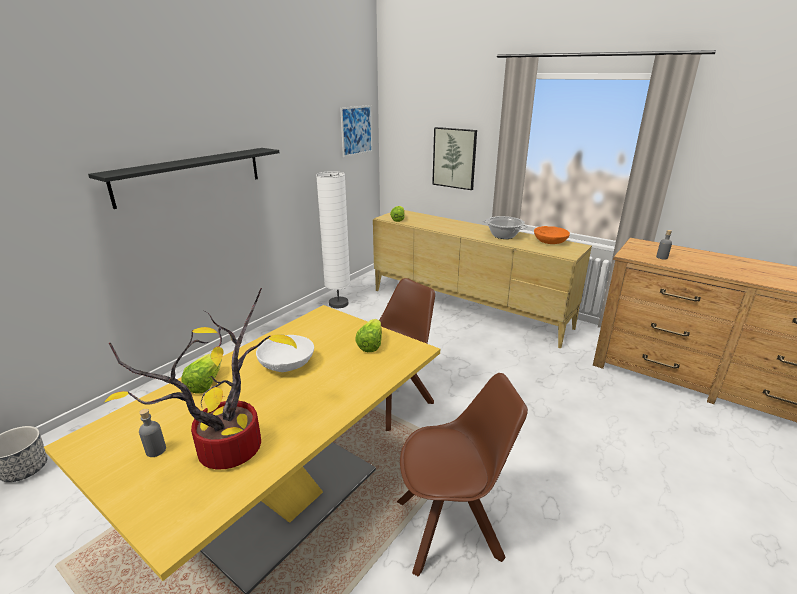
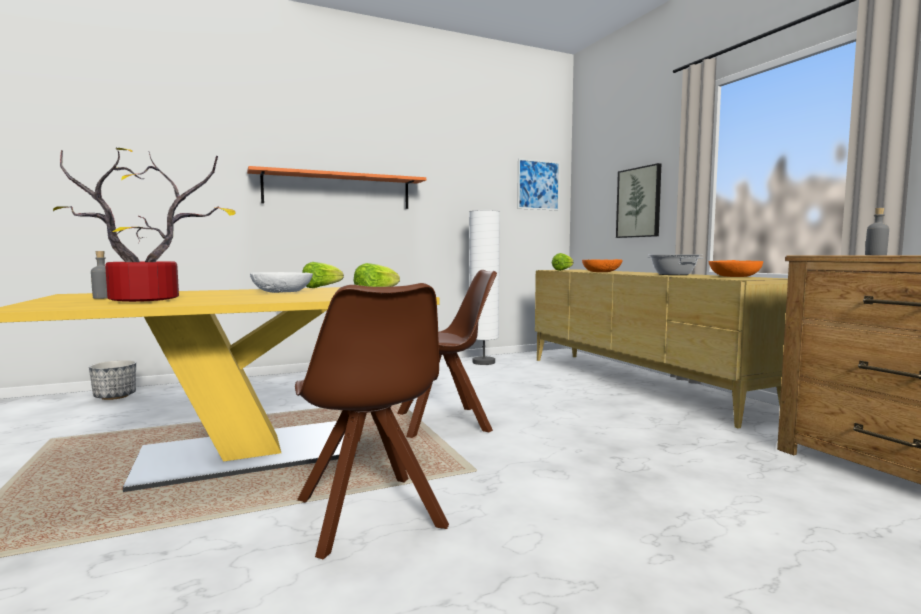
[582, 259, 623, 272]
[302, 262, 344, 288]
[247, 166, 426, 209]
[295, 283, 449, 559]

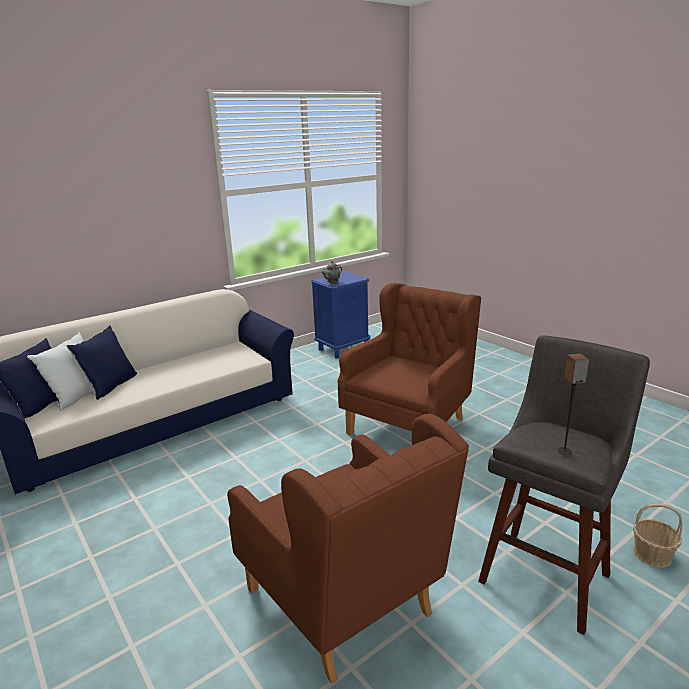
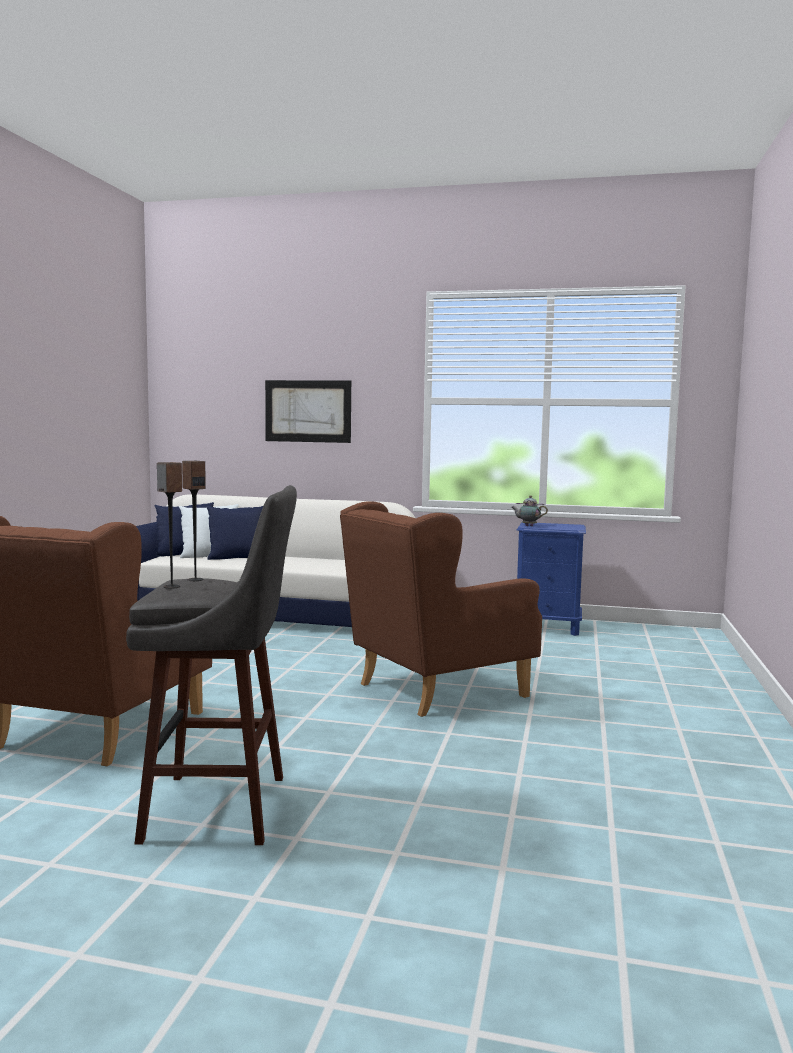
[633, 503, 683, 568] (first image)
[182, 461, 206, 581]
[265, 380, 351, 443]
[340, 501, 542, 717]

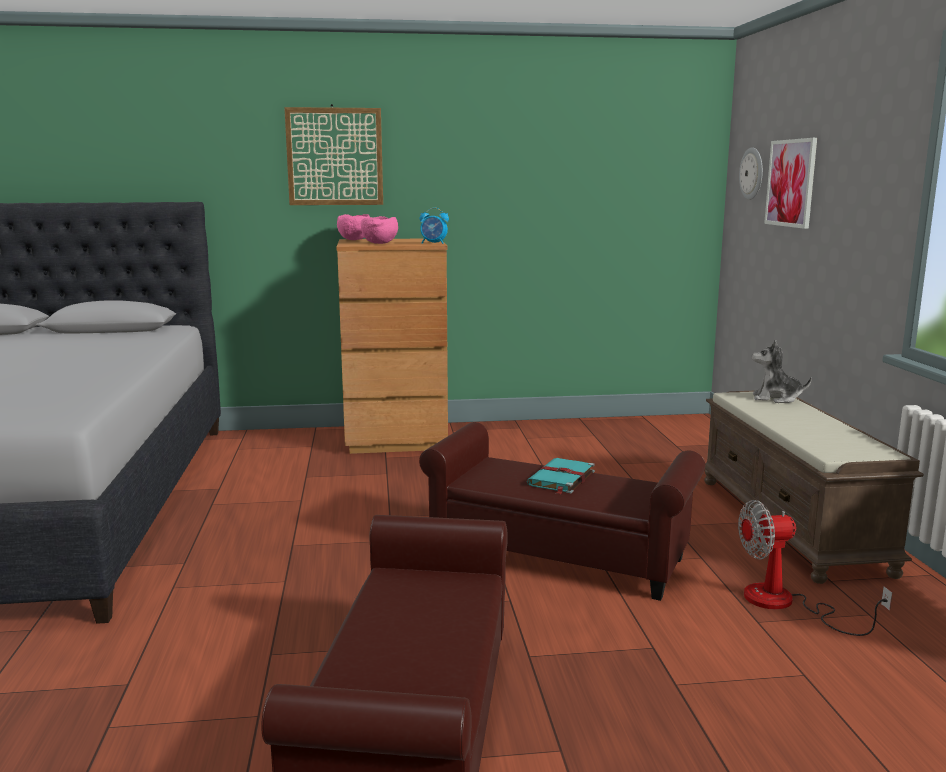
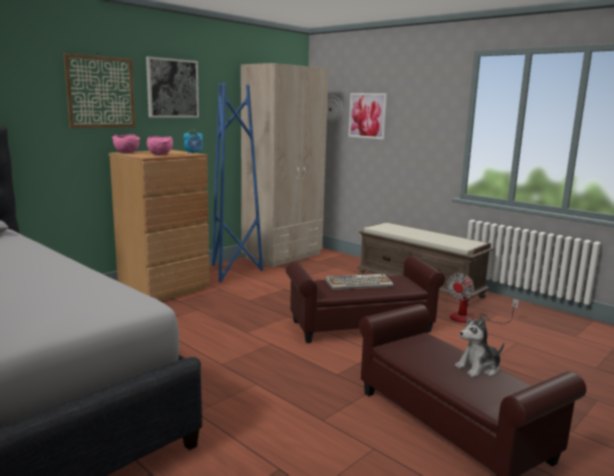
[146, 56, 199, 117]
[212, 83, 263, 282]
[241, 63, 329, 267]
[455, 316, 504, 377]
[325, 274, 394, 290]

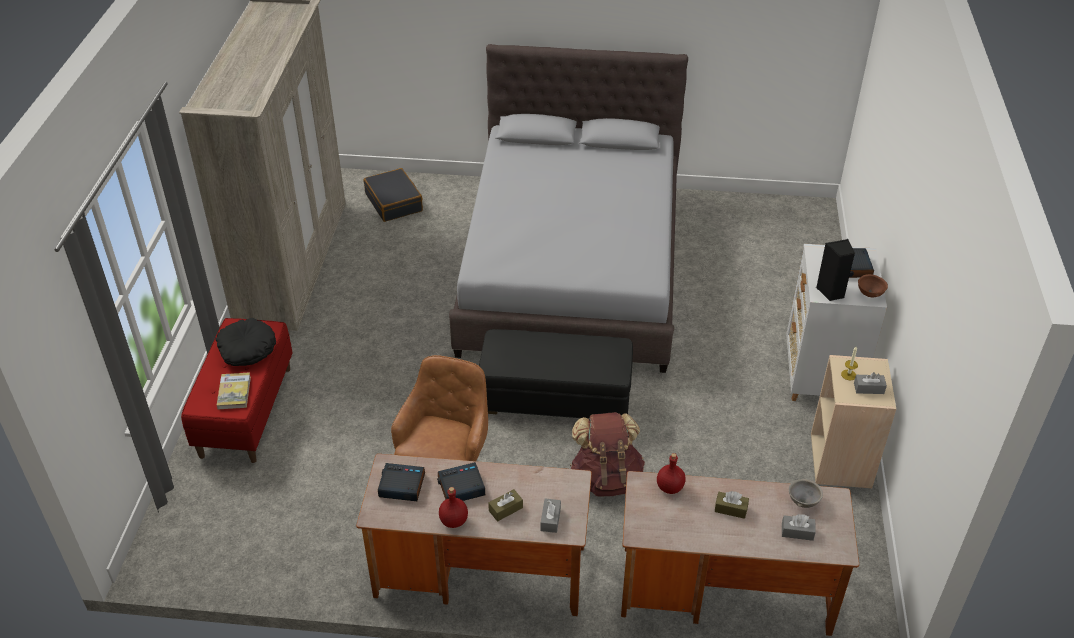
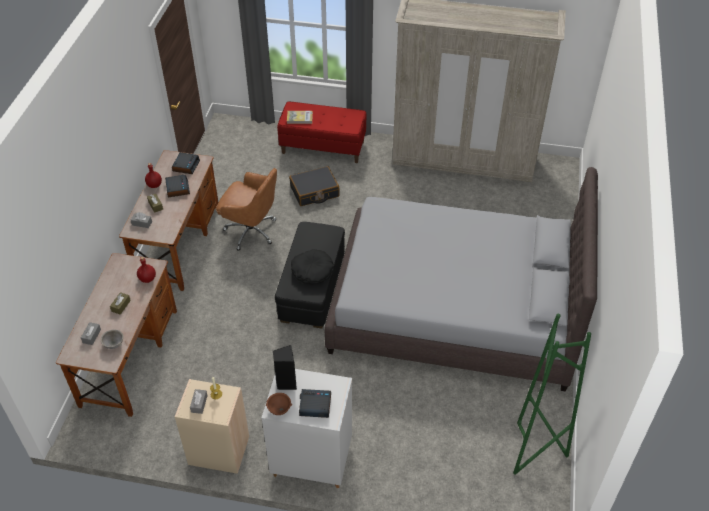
[570, 412, 645, 496] (first image)
[513, 314, 591, 475]
[291, 249, 334, 284]
[289, 166, 340, 206]

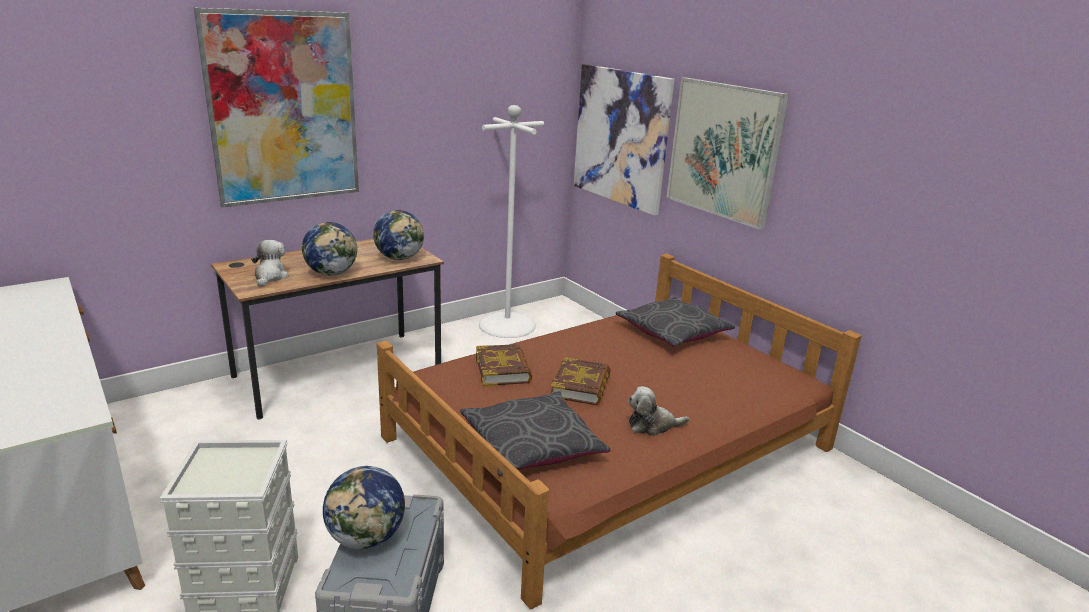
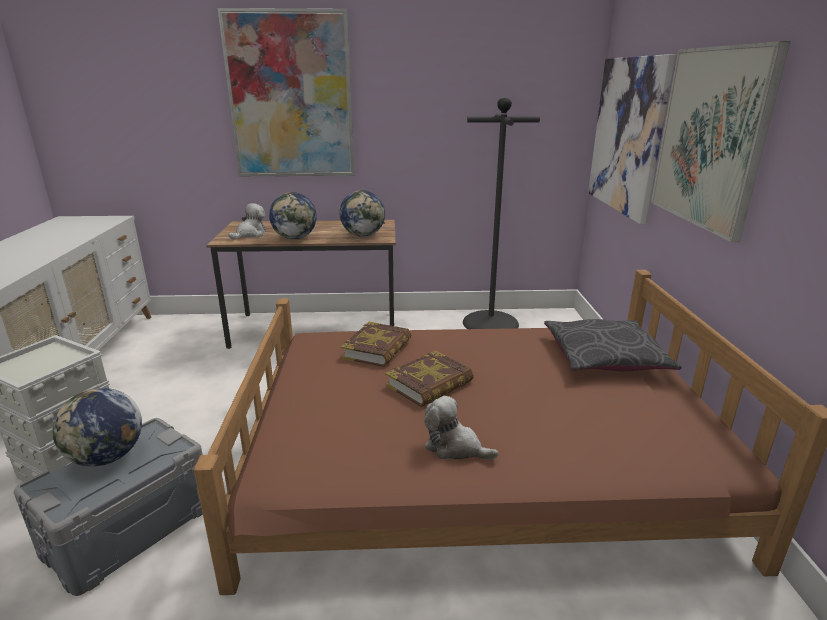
[460, 391, 611, 476] (first image)
[463, 98, 540, 329]

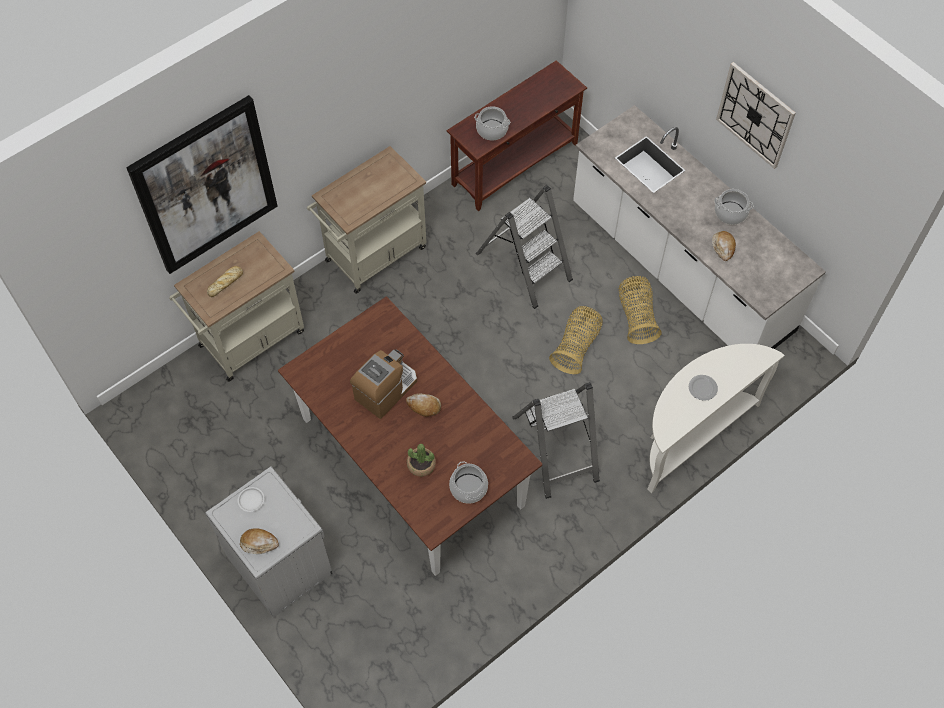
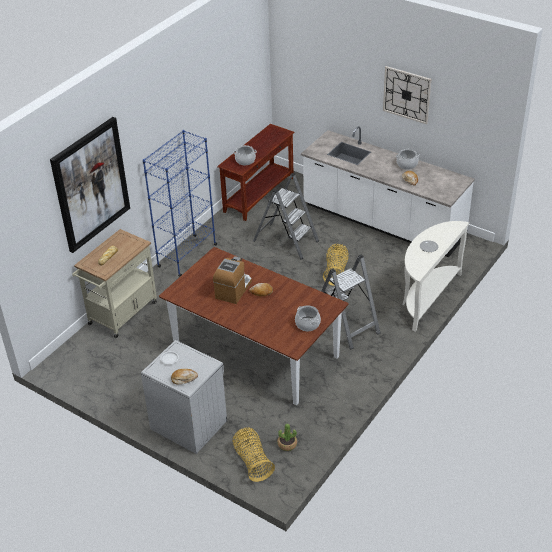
[277, 424, 297, 451]
[233, 427, 275, 482]
[143, 130, 217, 276]

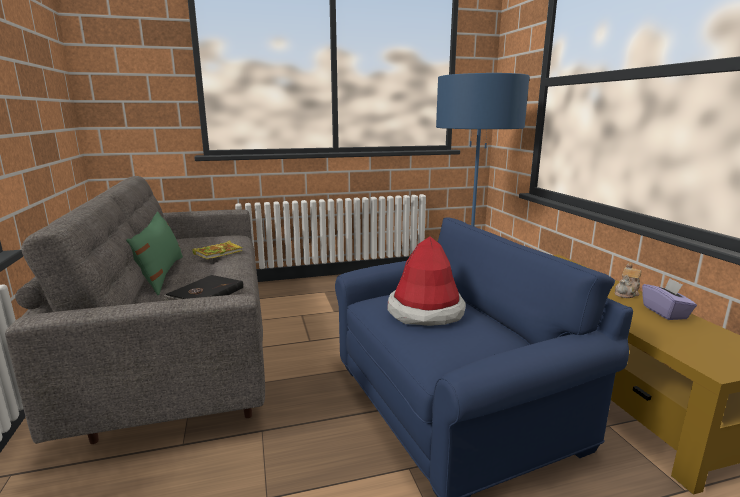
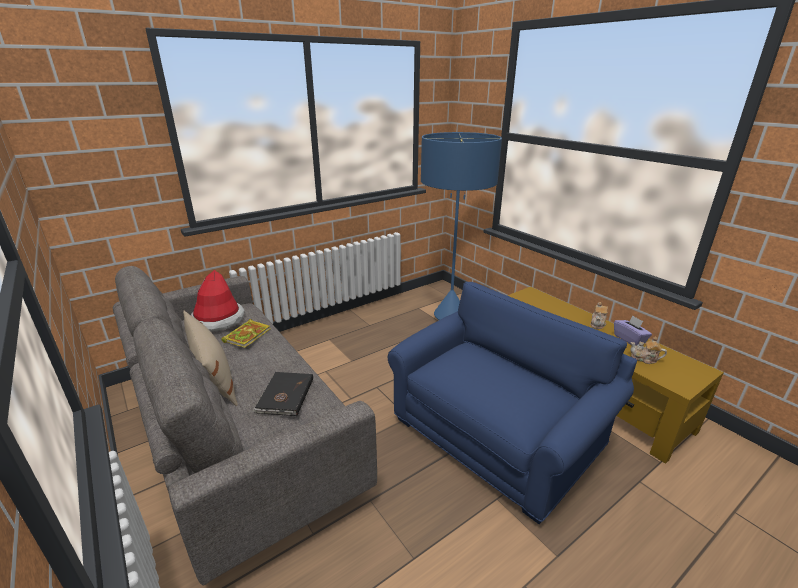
[630, 336, 667, 364]
[191, 270, 245, 331]
[183, 311, 238, 406]

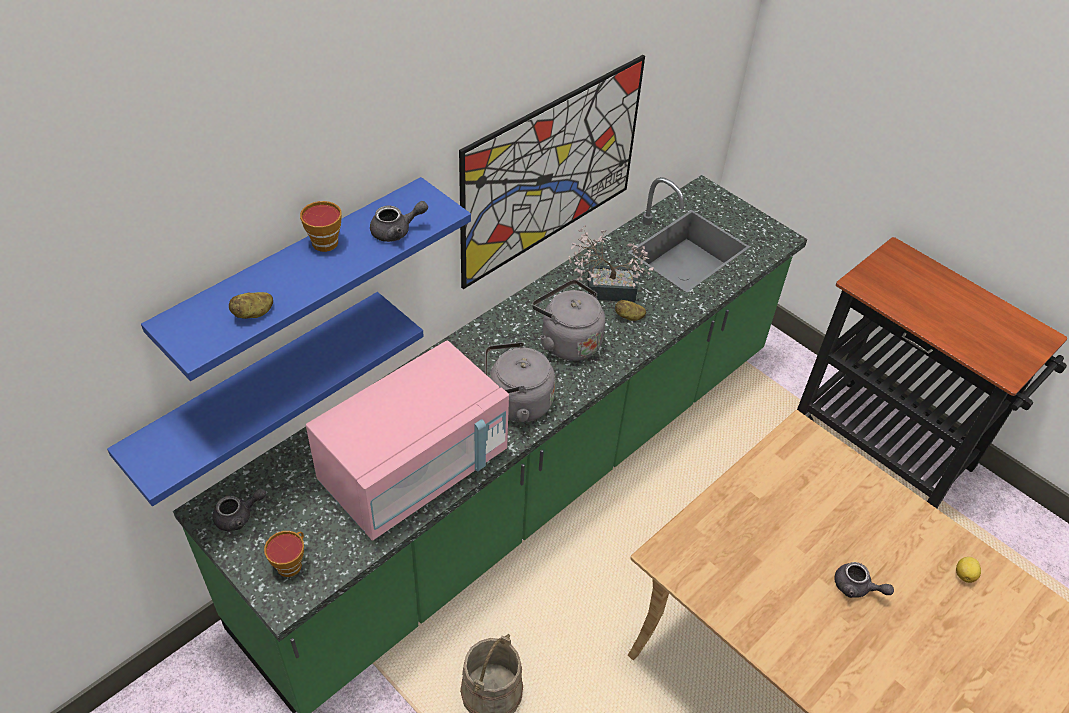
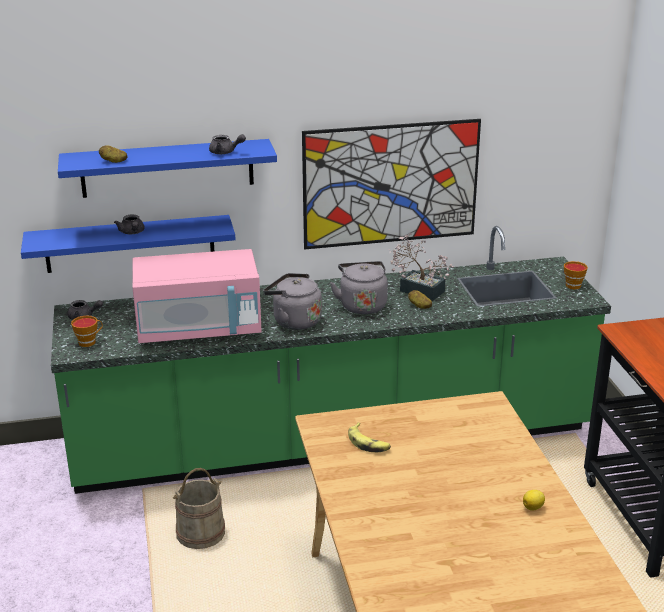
[348, 422, 391, 452]
[564, 261, 588, 289]
[114, 215, 145, 234]

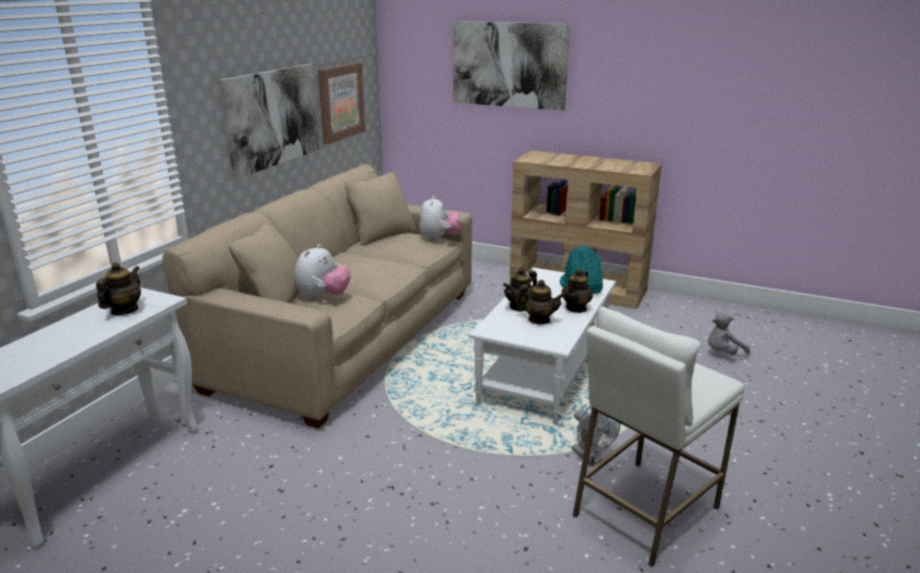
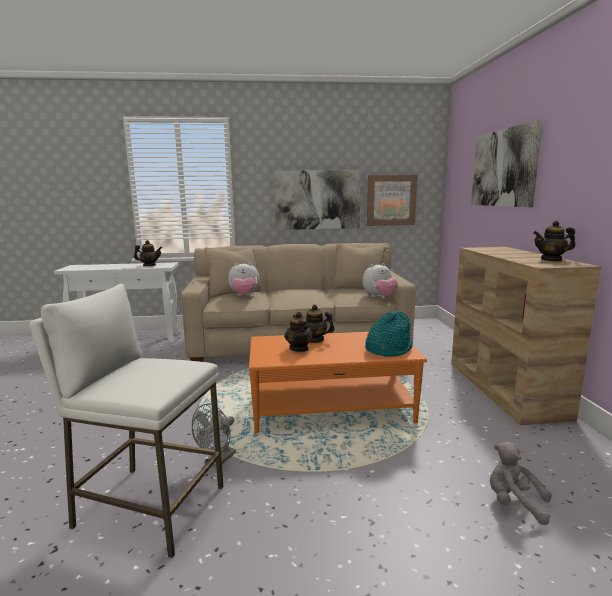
[533, 220, 575, 261]
[249, 332, 427, 433]

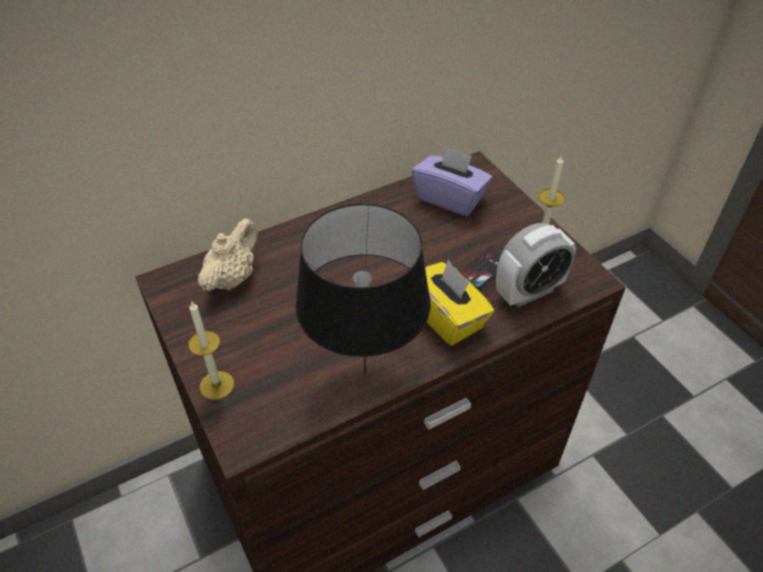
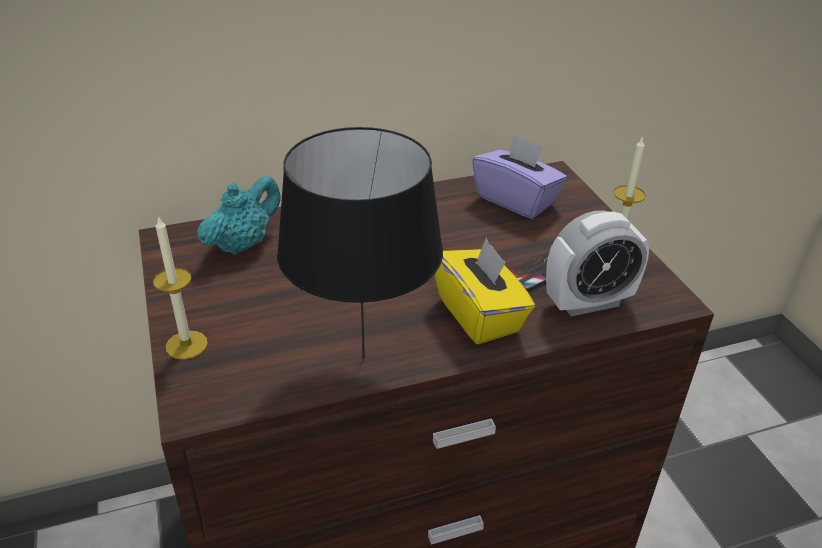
[197, 176, 281, 255]

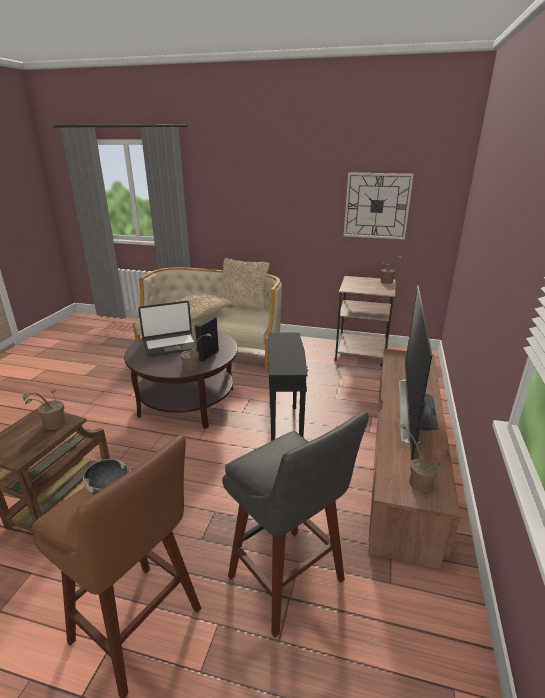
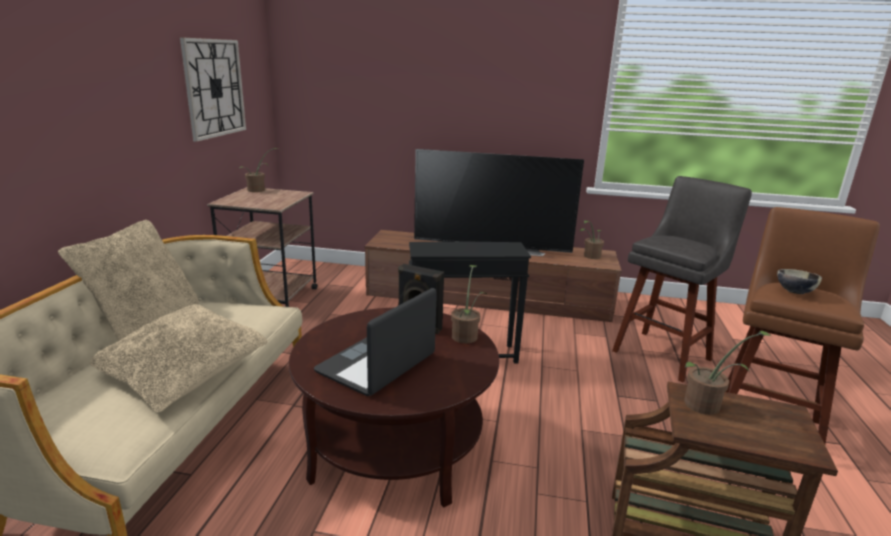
[314, 288, 437, 396]

